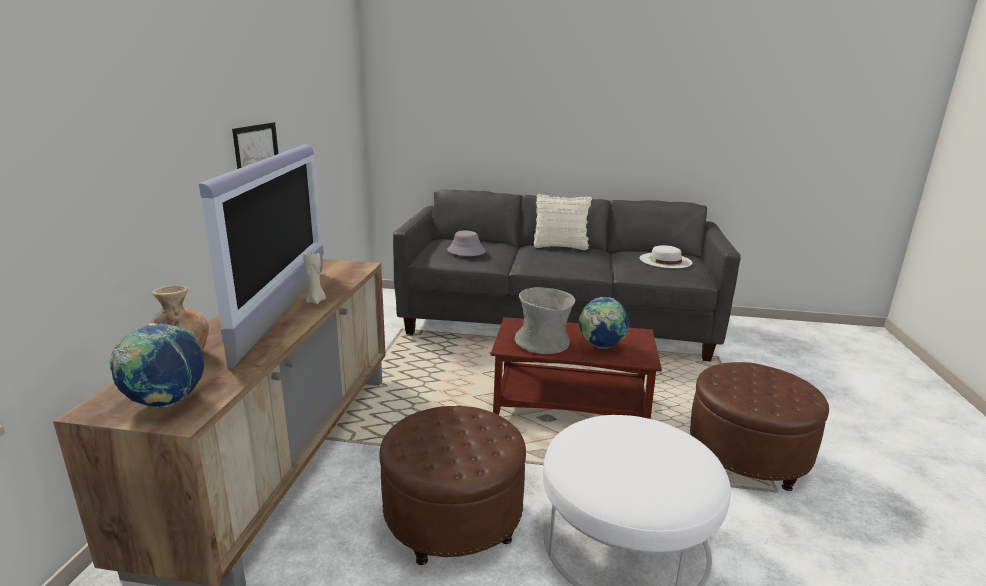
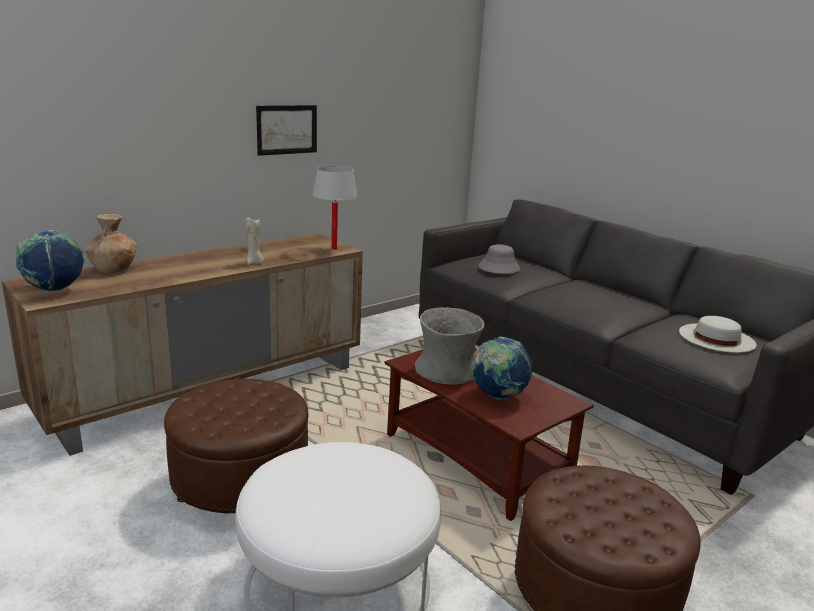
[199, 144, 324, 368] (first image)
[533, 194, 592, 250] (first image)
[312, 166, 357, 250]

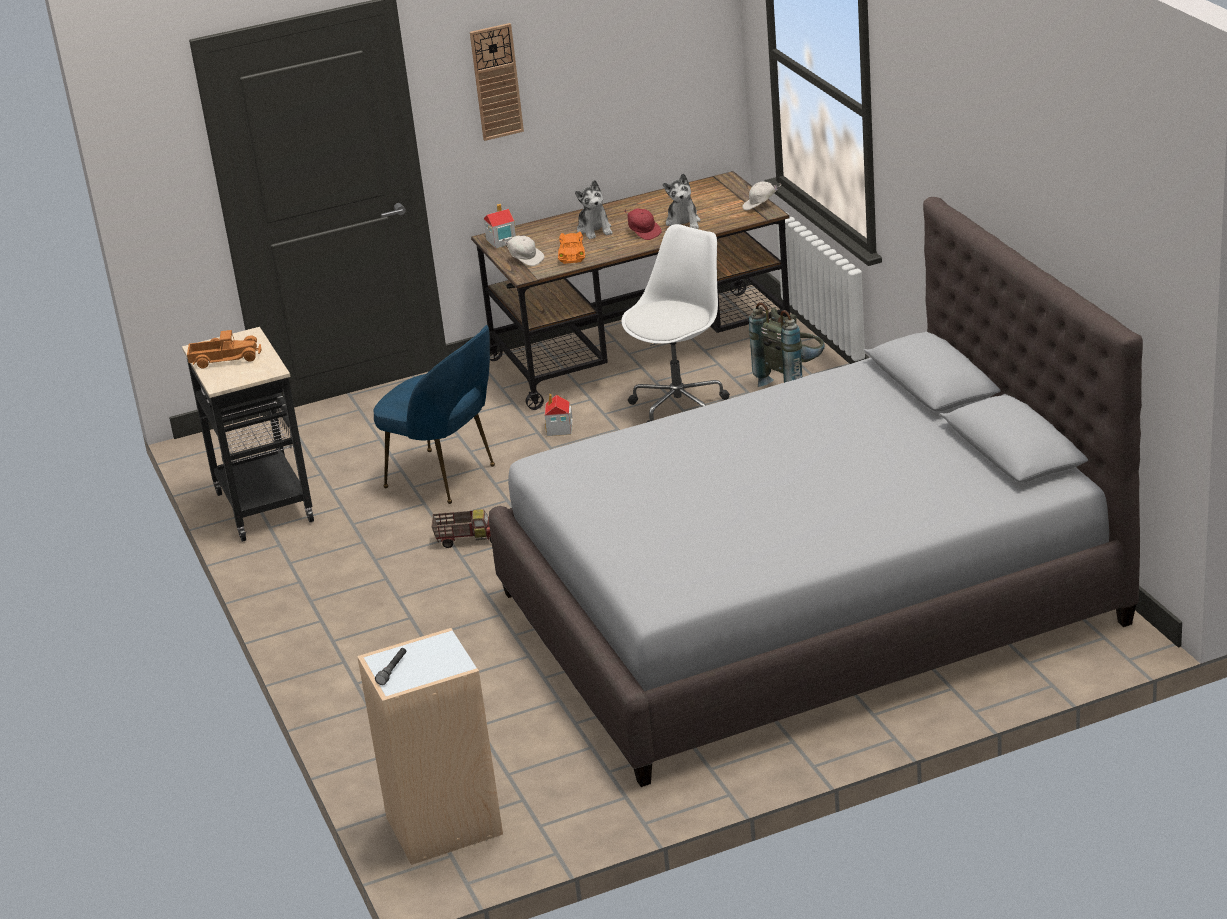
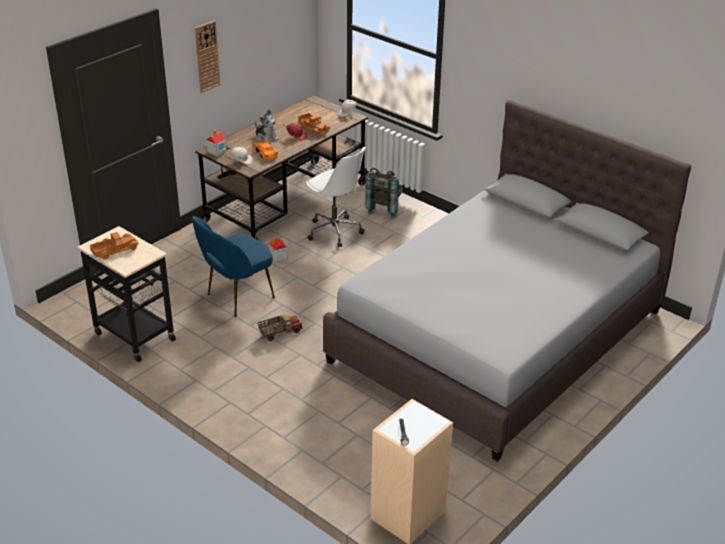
[299, 113, 330, 136]
[192, 216, 275, 317]
[306, 147, 366, 247]

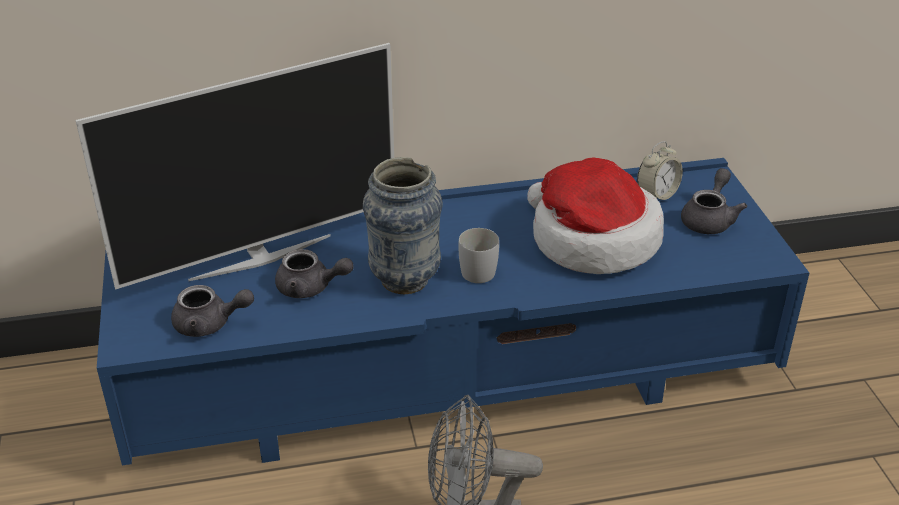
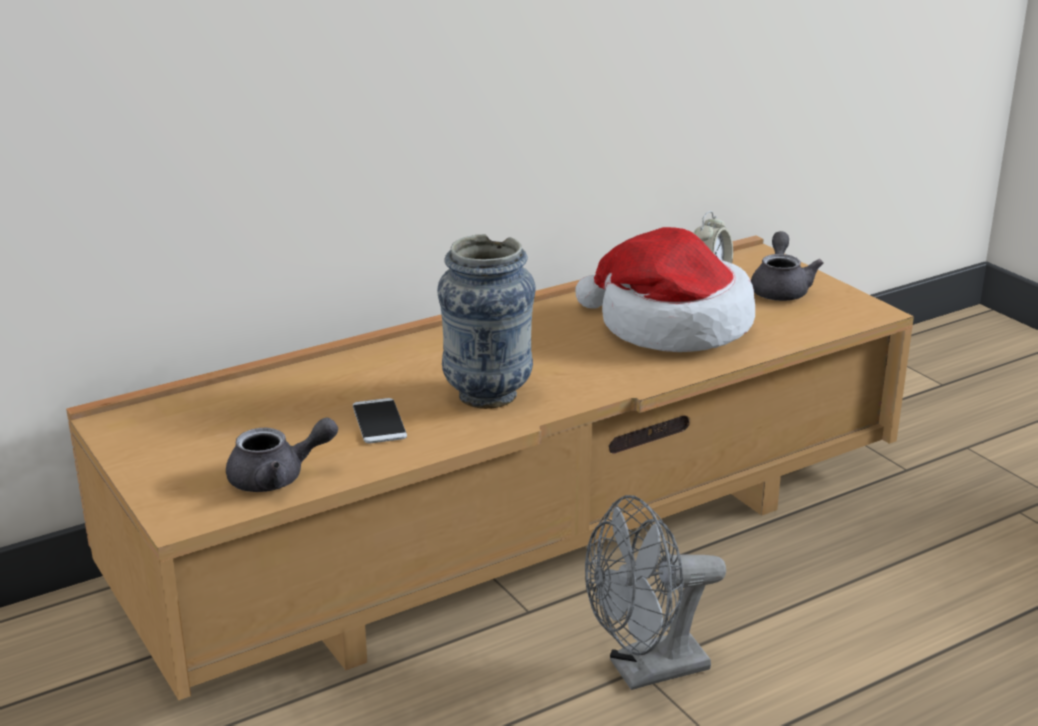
[76, 43, 394, 289] (first image)
[459, 228, 499, 283] (first image)
[353, 398, 407, 443]
[66, 236, 914, 700]

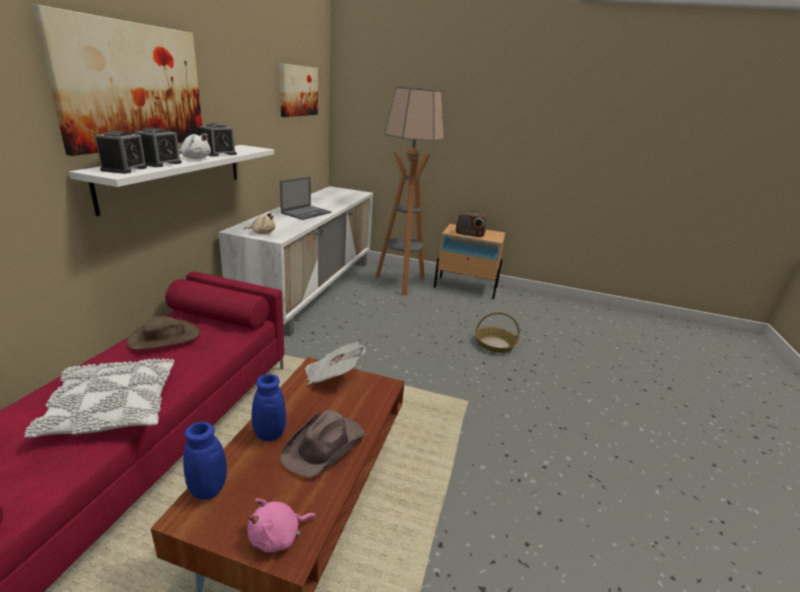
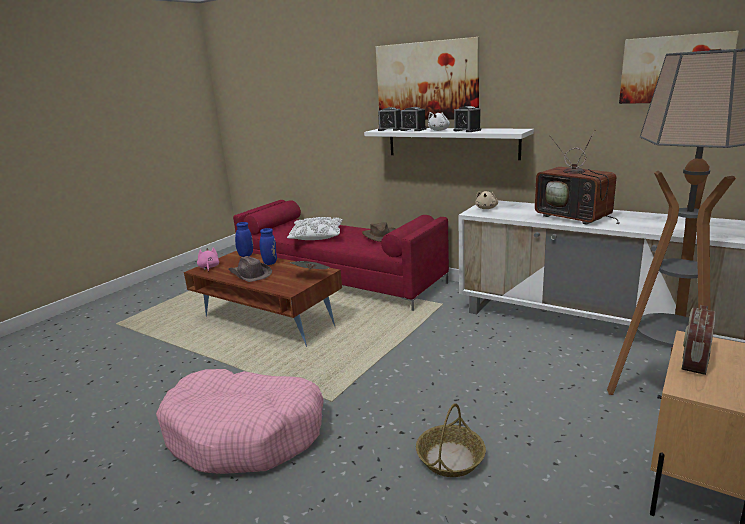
[156, 369, 324, 474]
[535, 130, 620, 225]

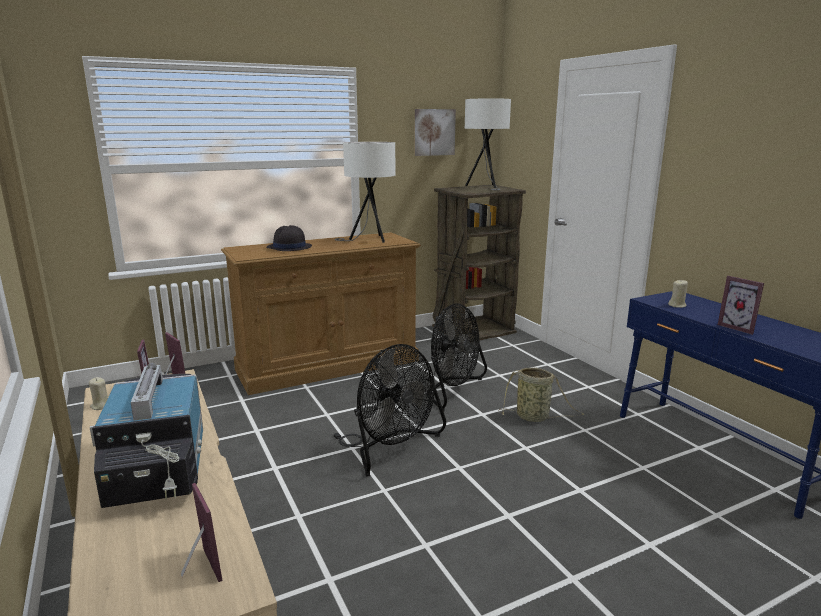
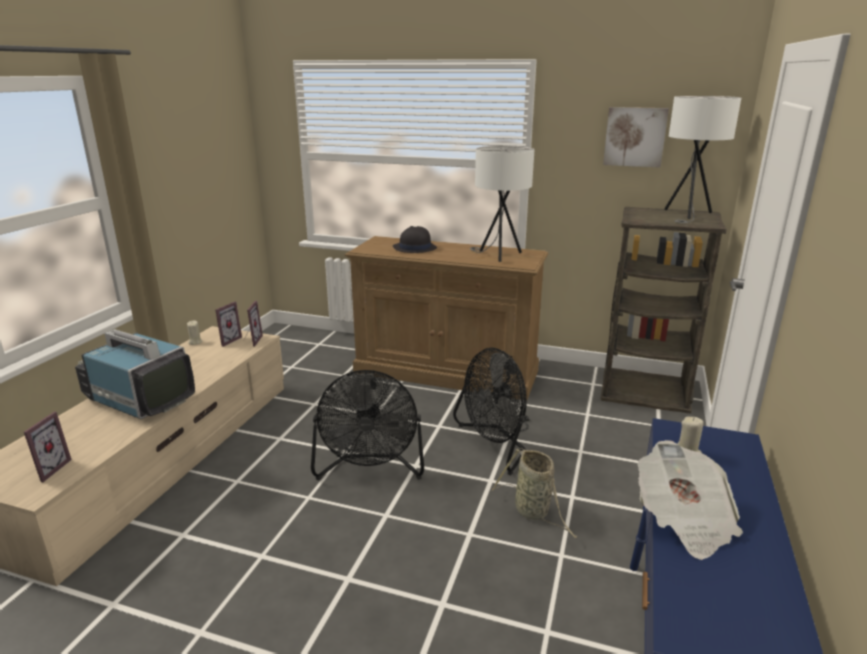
[637, 440, 743, 560]
[75, 329, 195, 419]
[453, 348, 531, 475]

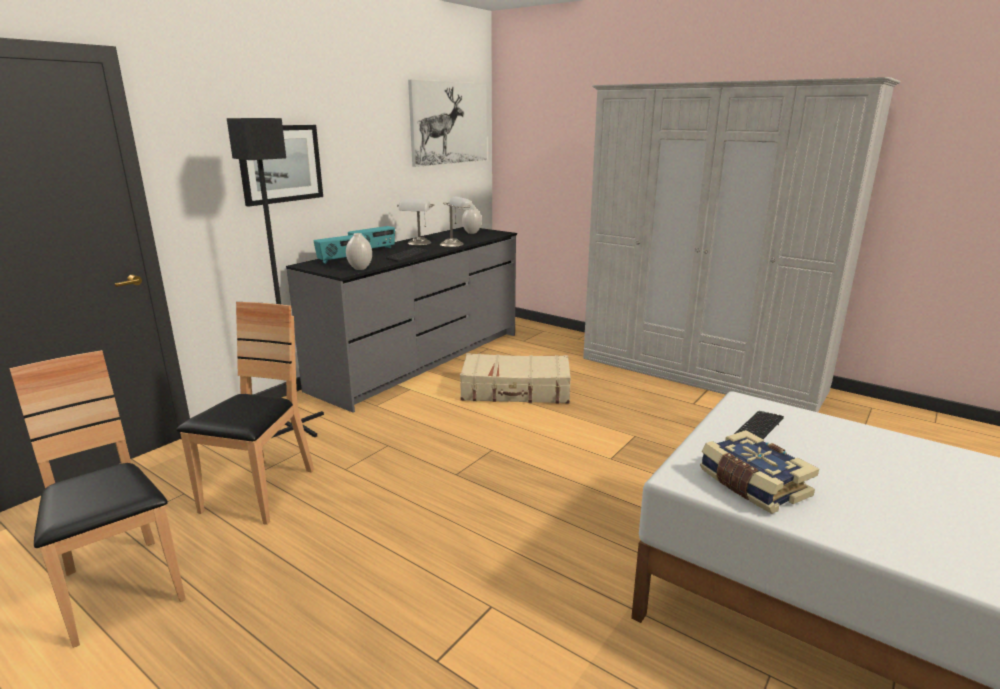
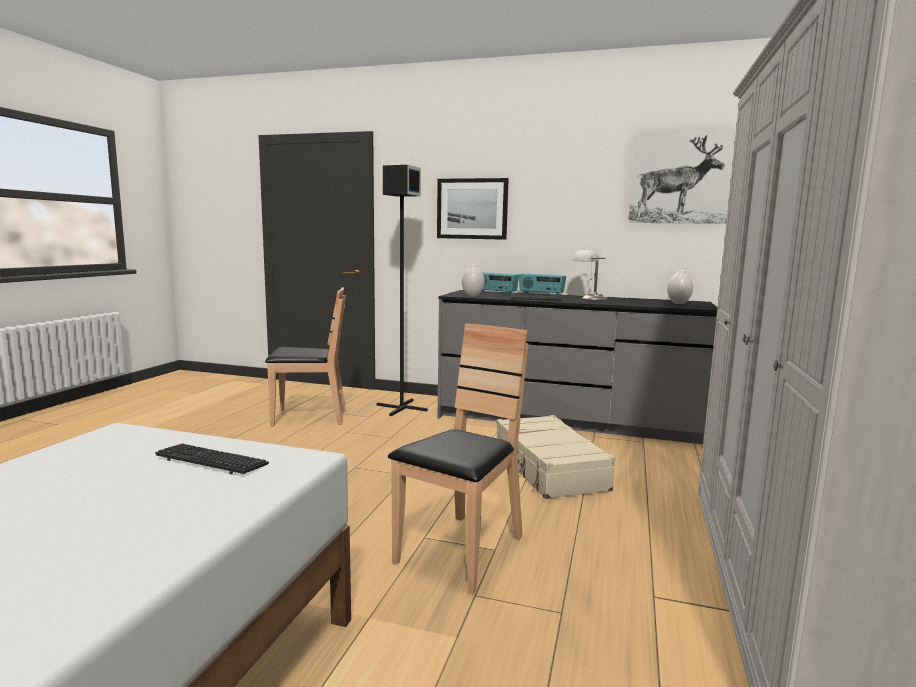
[440, 197, 475, 247] (first image)
[700, 430, 819, 514] (first image)
[388, 323, 528, 595]

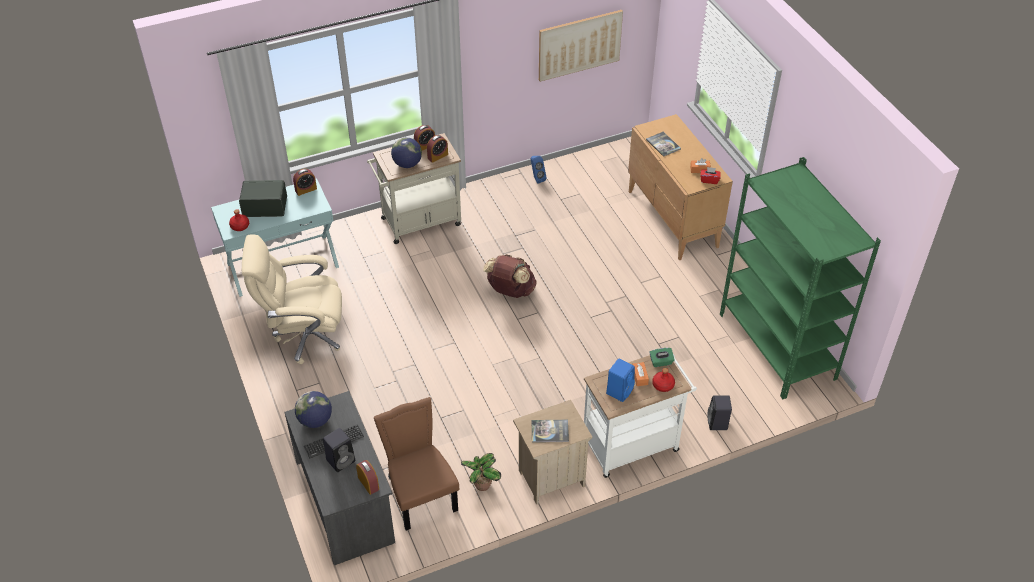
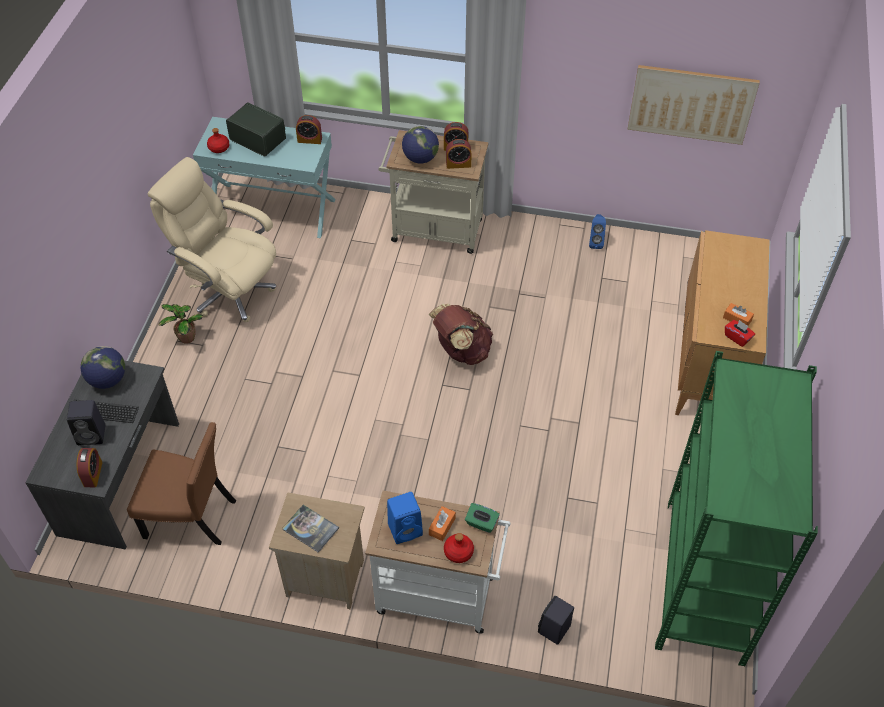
[646, 132, 681, 157] (first image)
[159, 304, 203, 344]
[127, 422, 236, 545]

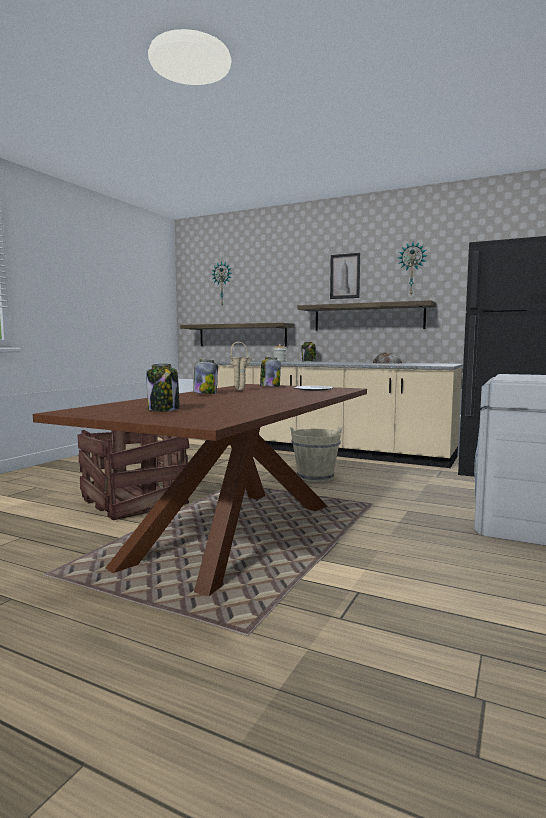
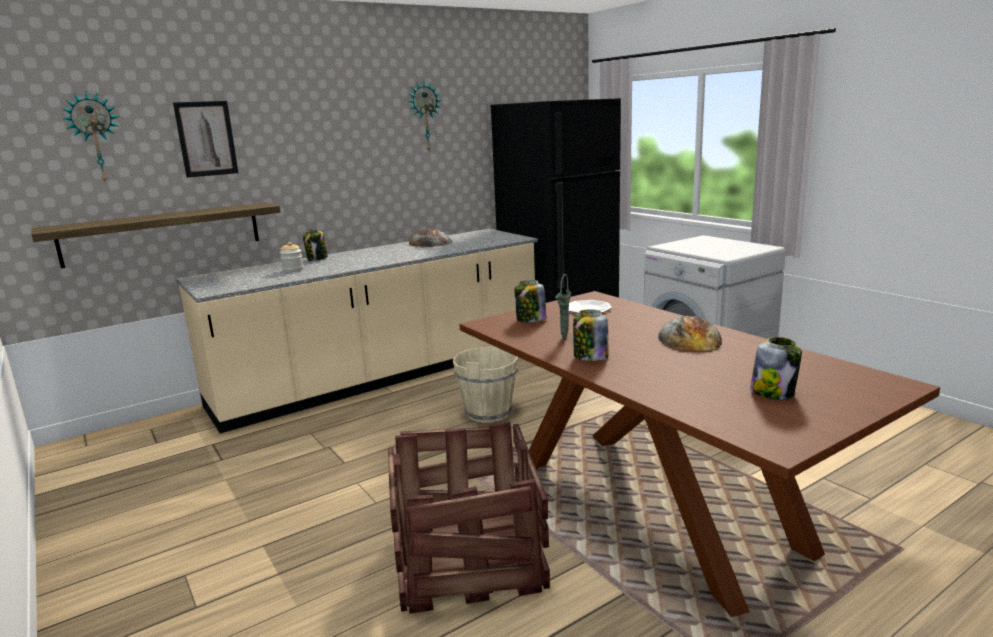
[298, 300, 436, 330] (first image)
[658, 316, 722, 351]
[173, 101, 238, 178]
[555, 274, 572, 339]

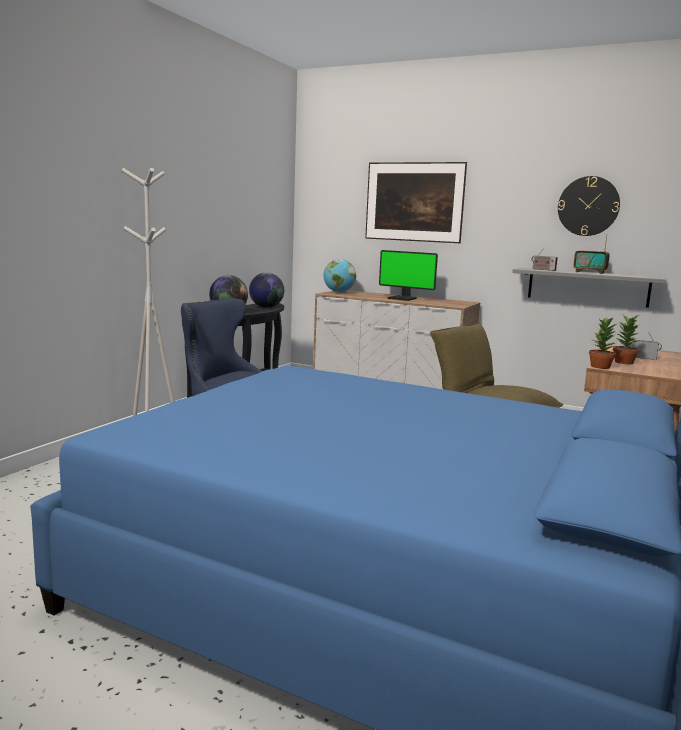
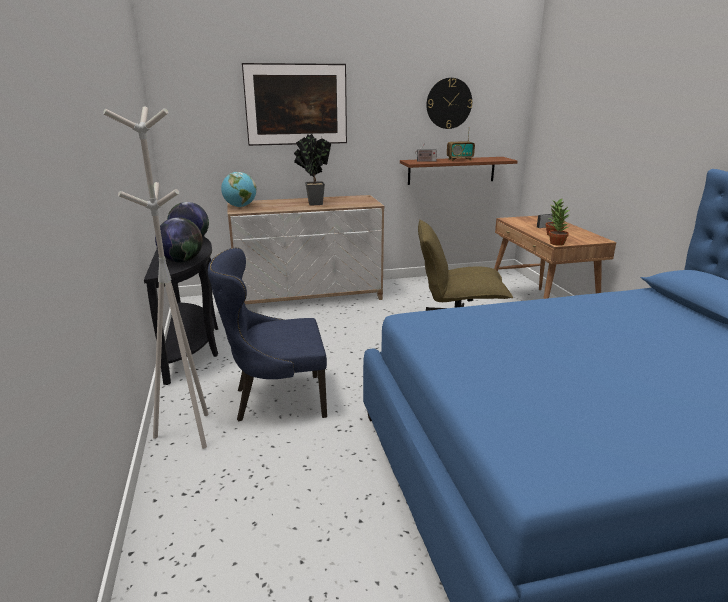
[294, 134, 331, 205]
[400, 157, 517, 185]

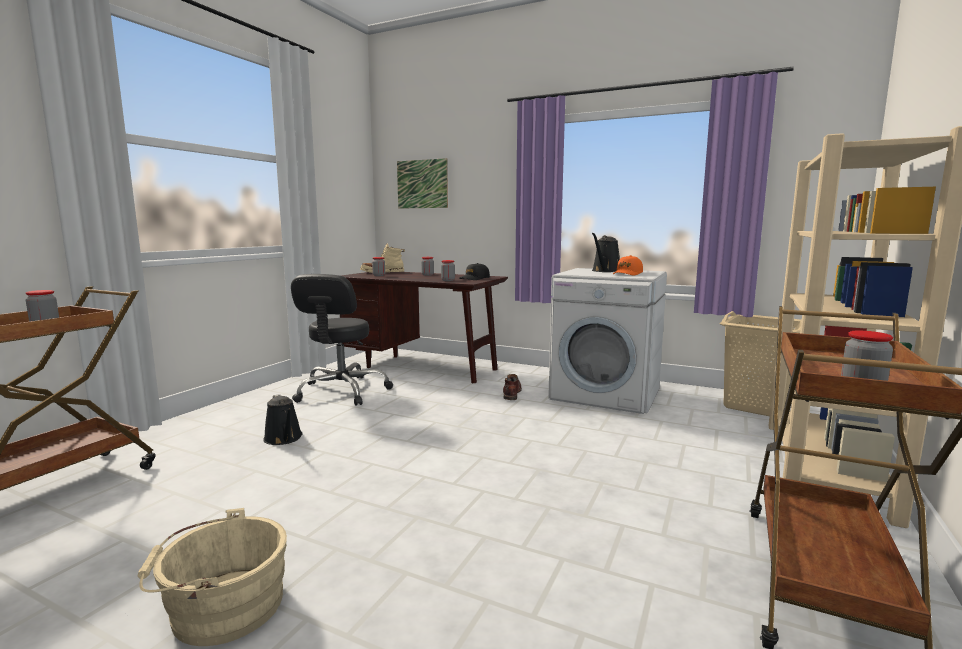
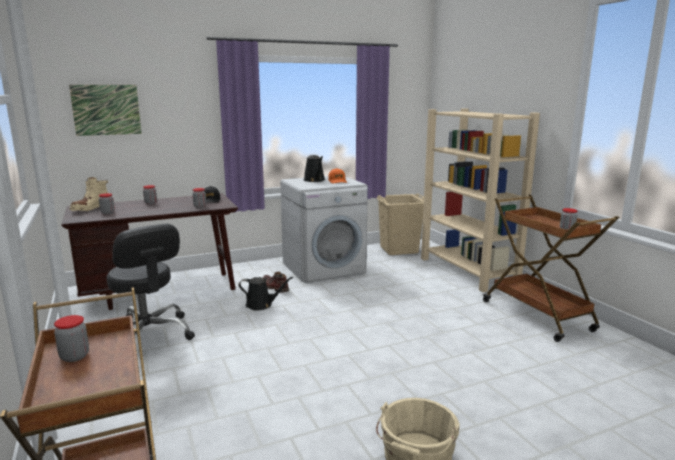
[239, 277, 293, 311]

